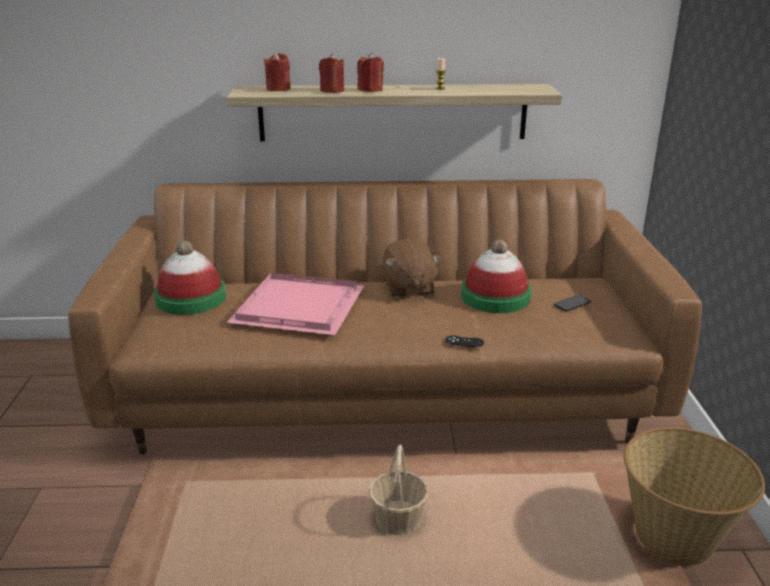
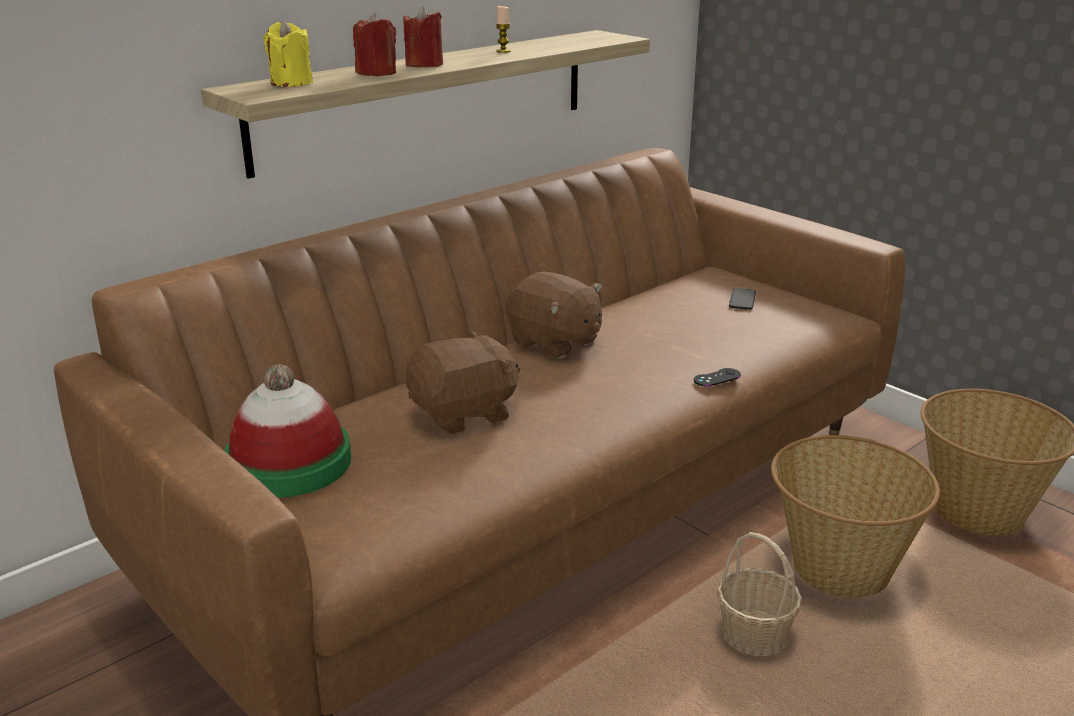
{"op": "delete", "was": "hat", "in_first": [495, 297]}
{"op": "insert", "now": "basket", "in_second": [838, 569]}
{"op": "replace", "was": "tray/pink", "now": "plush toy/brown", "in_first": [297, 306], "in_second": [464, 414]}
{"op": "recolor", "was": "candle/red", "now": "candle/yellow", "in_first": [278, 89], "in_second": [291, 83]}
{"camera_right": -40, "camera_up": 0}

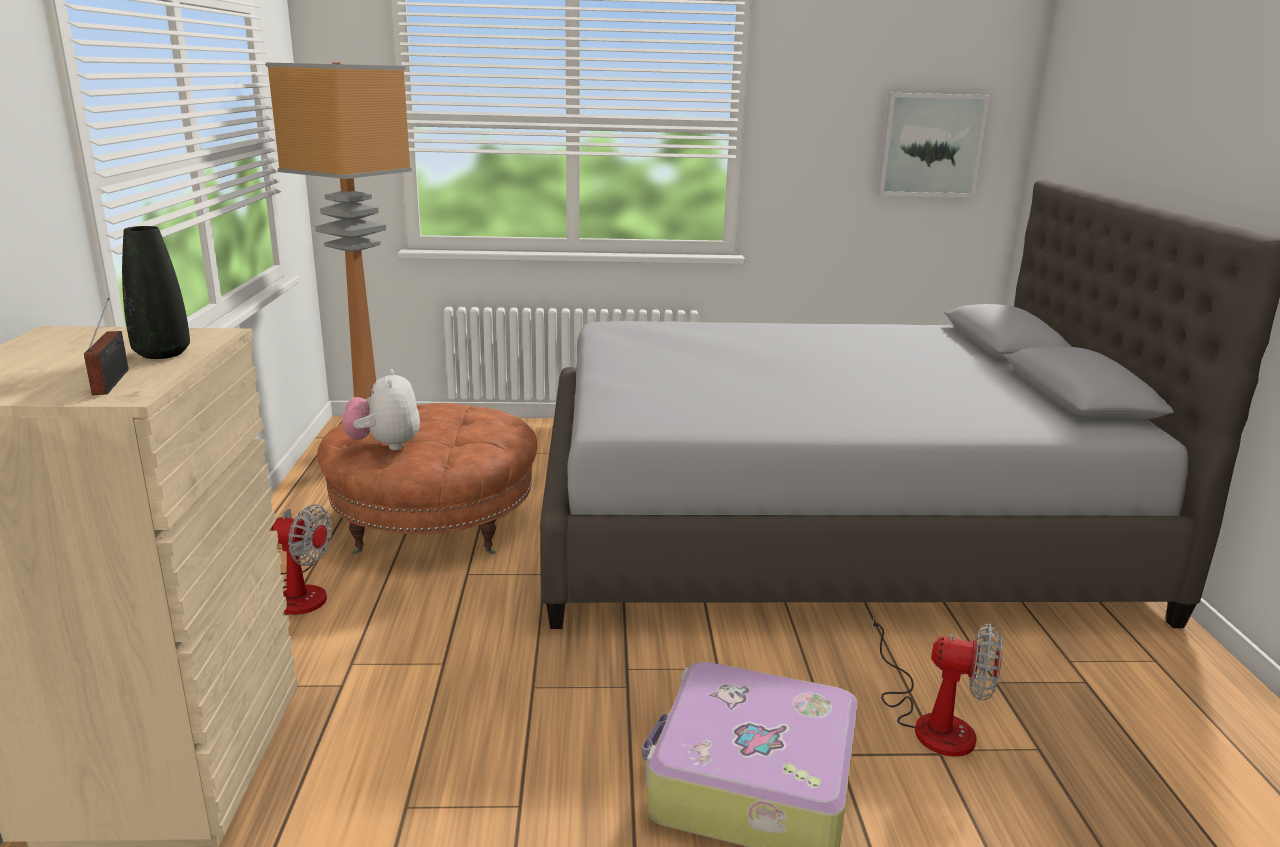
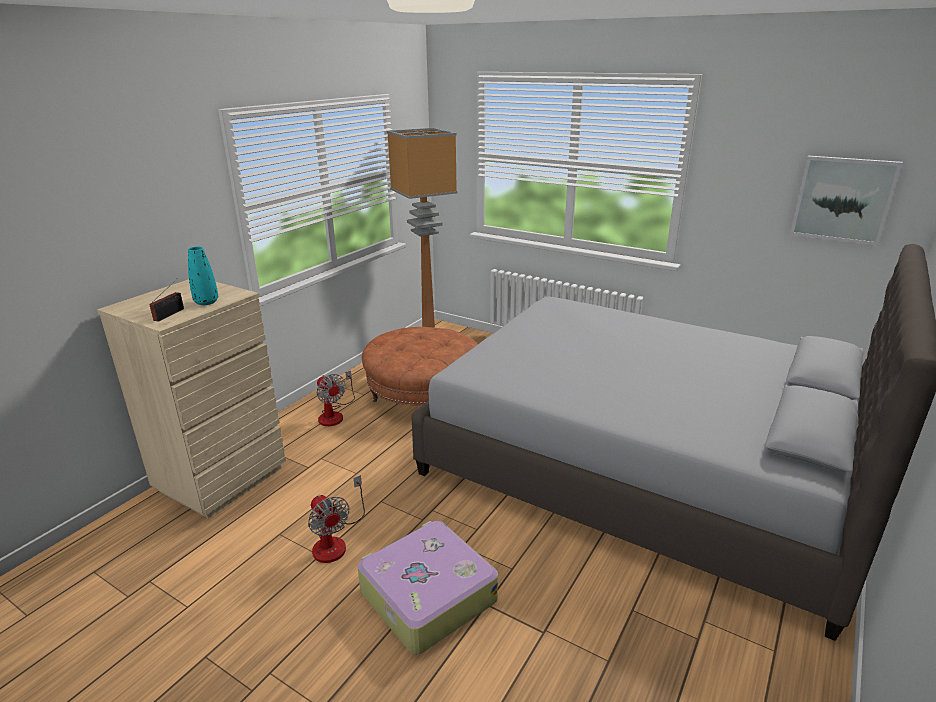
{"op": "delete", "was": "plush toy", "in_first": [385, 445]}
{"op": "move", "was": "fan", "in_first": [931, 721], "in_second": [335, 541]}
{"op": "recolor", "was": "vase/black", "now": "vase/turquoise", "in_first": [162, 354], "in_second": [206, 302]}
{"camera_right": 35, "camera_up": 5}

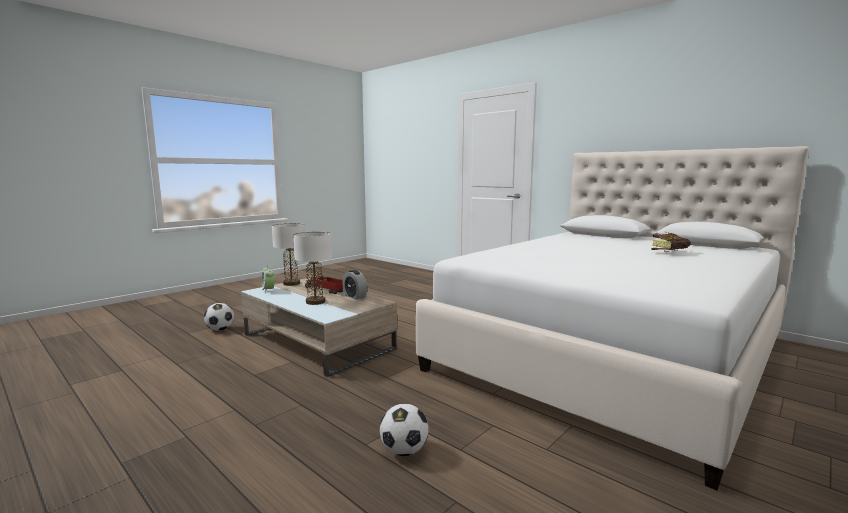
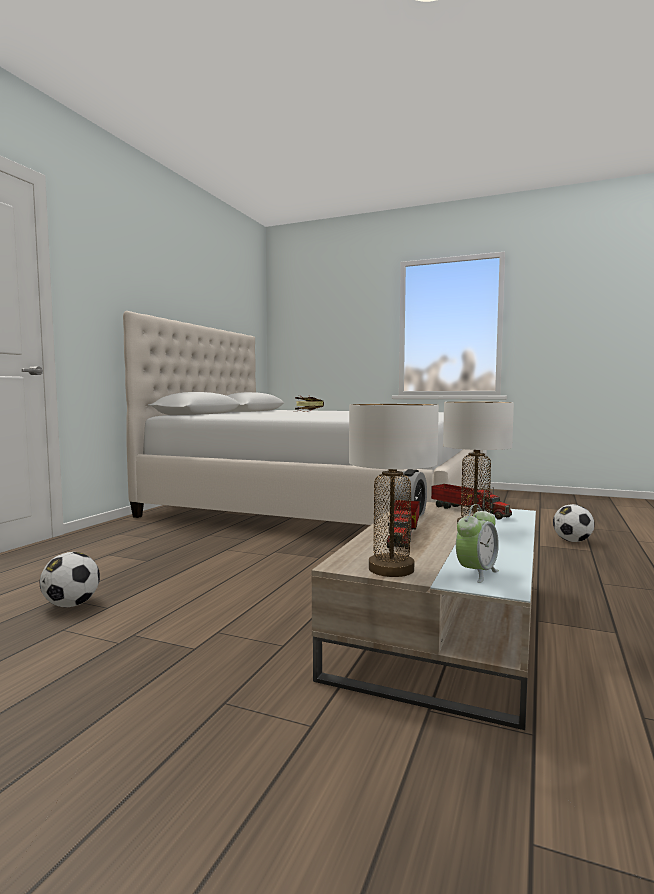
{"op": "insert", "now": "toy truck", "in_second": [468, 511]}
{"op": "move", "was": "football", "in_first": [220, 329], "in_second": [71, 605]}
{"camera_right": -110, "camera_up": -5}

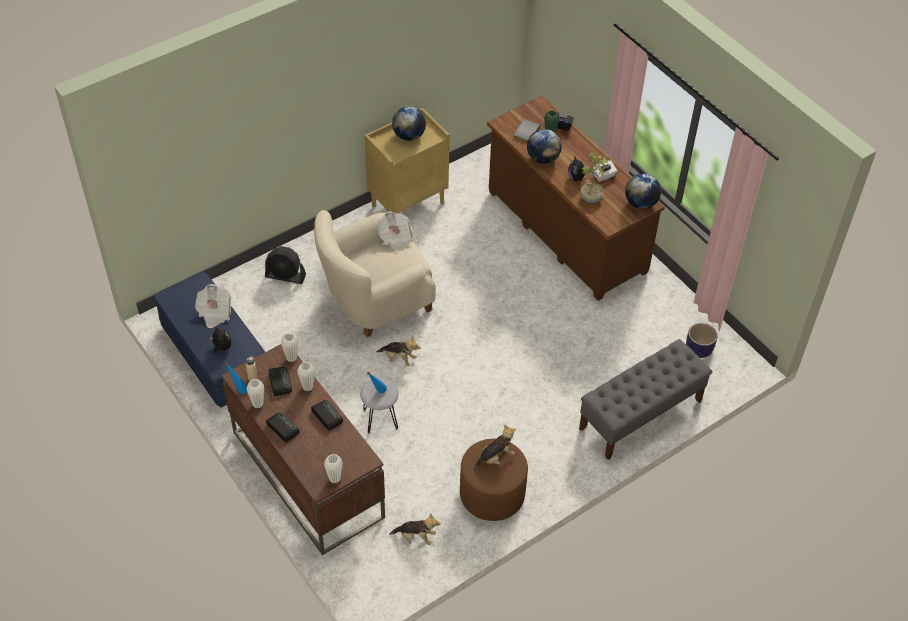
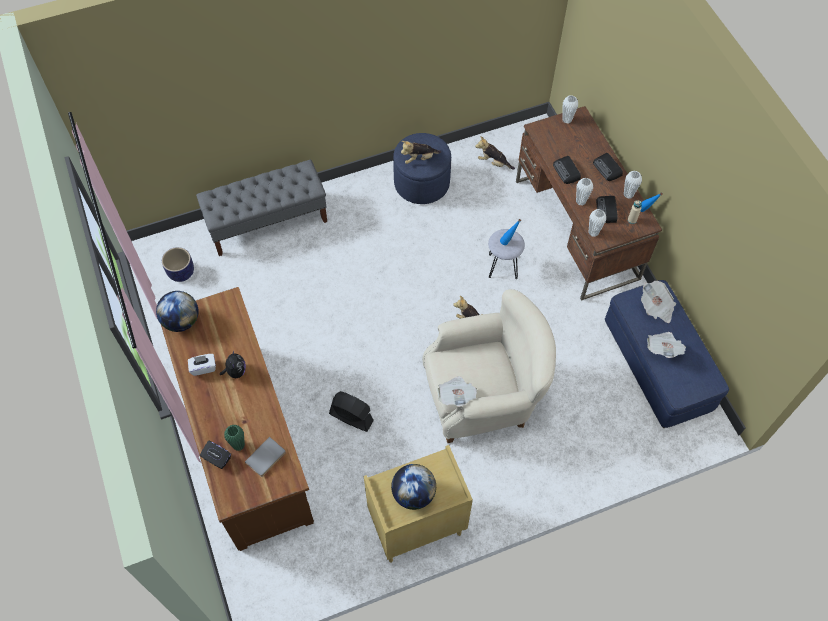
{"op": "delete", "was": "globe", "in_first": [542, 158]}
{"op": "delete", "was": "potted plant", "in_first": [591, 198]}
{"op": "move", "was": "fan/black", "in_first": [285, 276], "in_second": [351, 417]}
{"op": "replace", "was": "plush toy", "now": "newspaper", "in_first": [221, 347], "in_second": [656, 307]}
{"op": "recolor", "was": "ottoman/brown", "now": "ottoman/blue", "in_first": [492, 494], "in_second": [421, 183]}
{"camera_right": -165, "camera_up": 10}

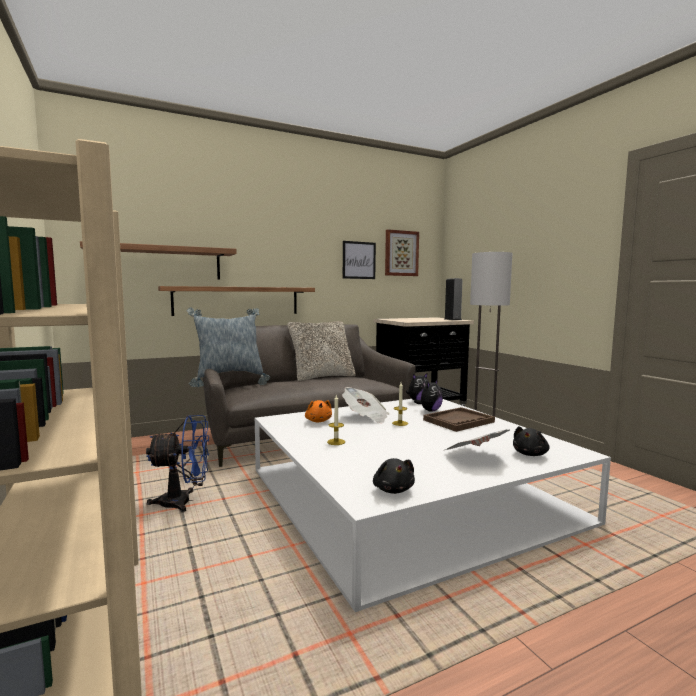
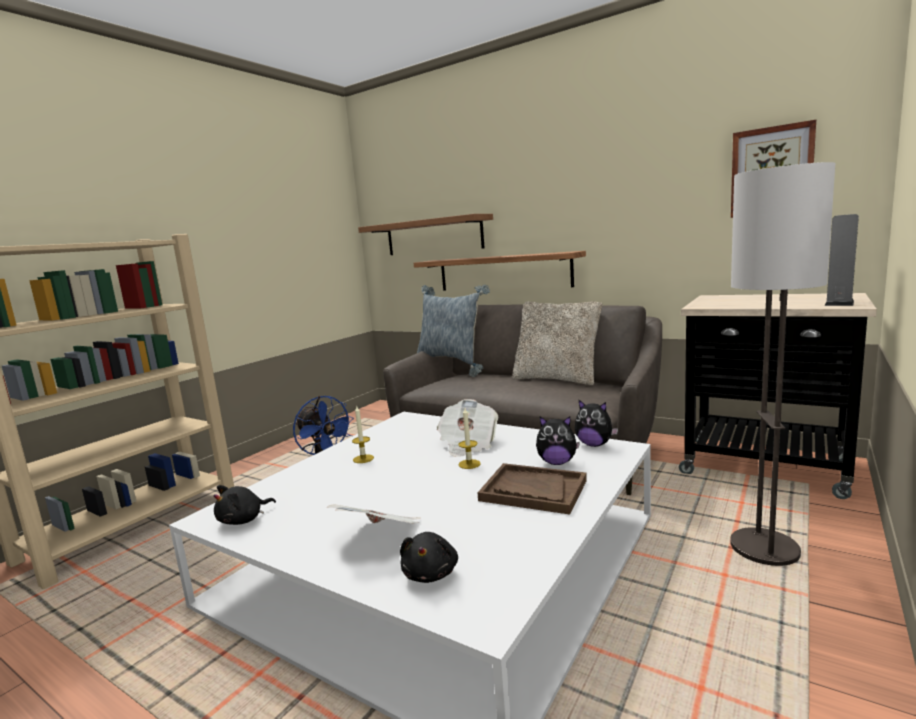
{"op": "delete", "was": "plush toy/orange", "in_first": [318, 421]}
{"op": "delete", "was": "picture", "in_first": [359, 260]}
{"op": "rotate", "was": "plush toy/black", "in_first": [530, 454], "in_second": [431, 573], "clockwise": -90}
{"camera_right": 60, "camera_up": 5}

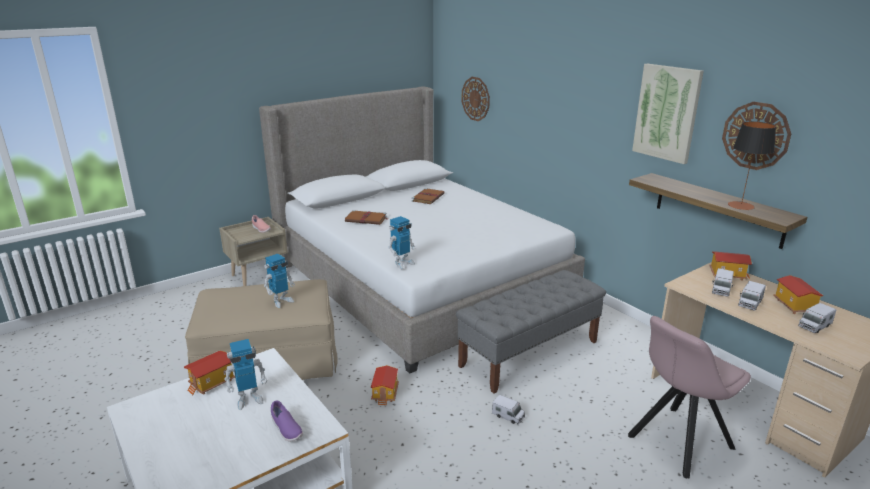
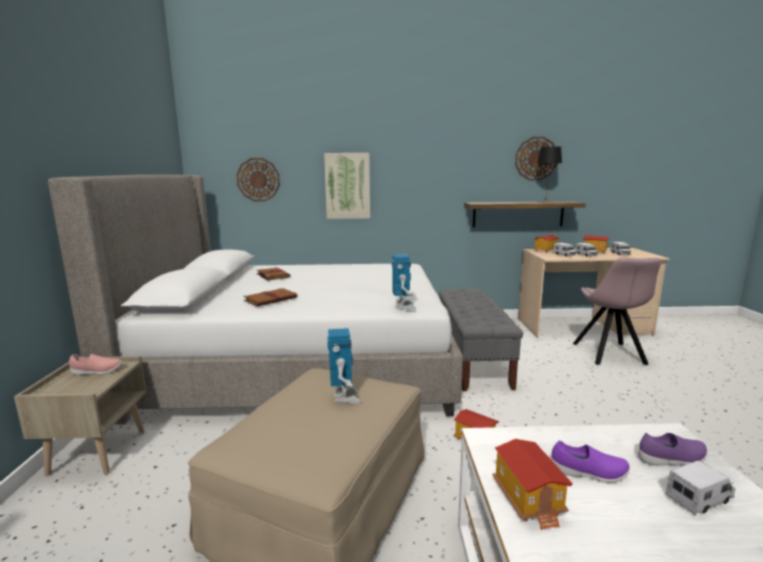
{"op": "move", "was": "toy truck", "in_first": [508, 416], "in_second": [699, 499]}
{"op": "move", "was": "picture", "in_first": [667, 113], "in_second": [347, 186]}
{"op": "replace", "was": "toy robot", "now": "shoe/purple", "in_first": [249, 399], "in_second": [588, 473]}
{"camera_right": -55, "camera_up": -10}

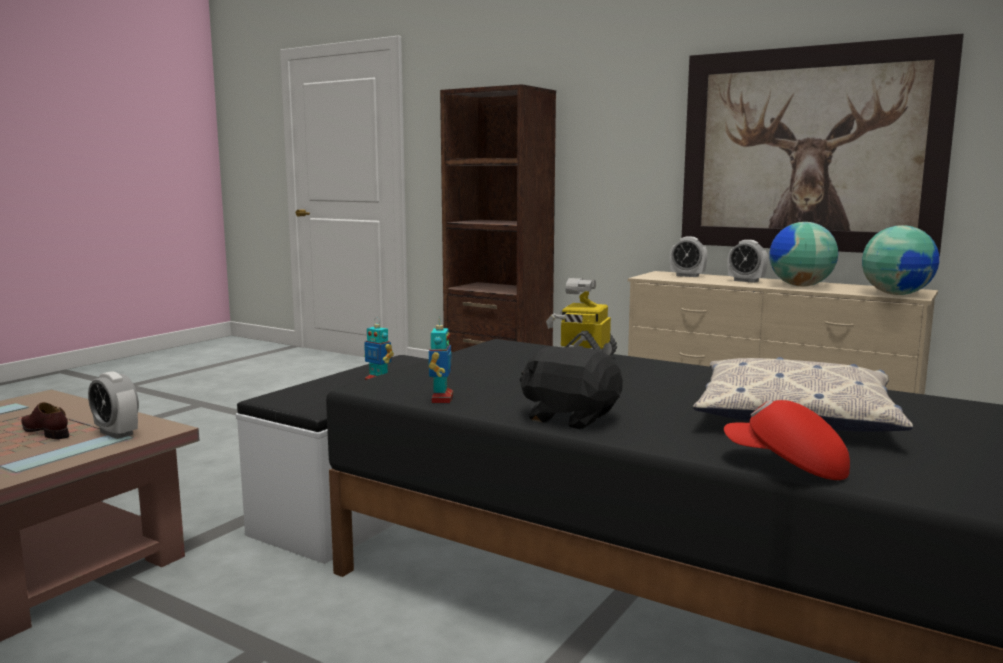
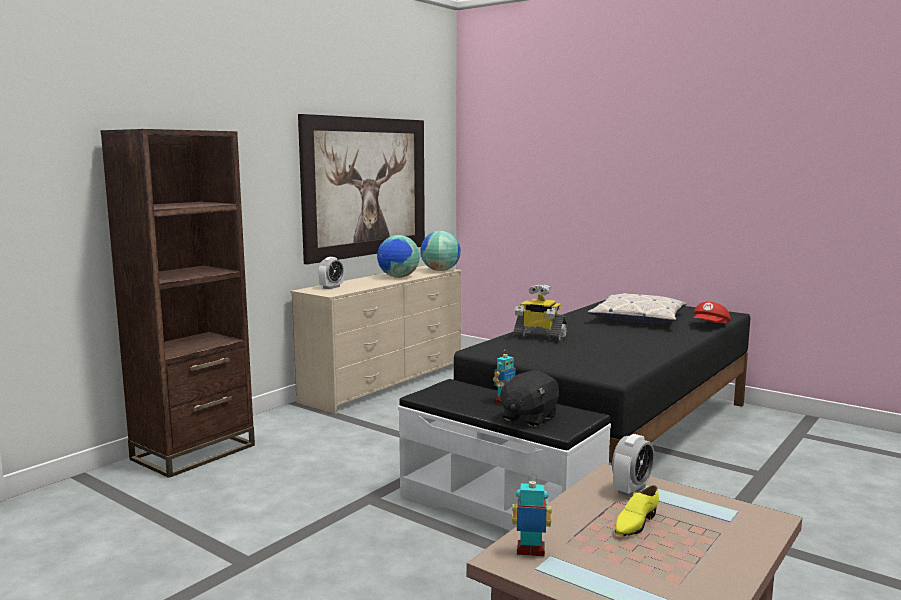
{"op": "delete", "was": "alarm clock", "in_first": [746, 281]}
{"op": "move", "was": "toy robot", "in_first": [441, 399], "in_second": [530, 551]}
{"op": "move", "was": "plush toy/black", "in_first": [570, 417], "in_second": [528, 418]}
{"op": "recolor", "was": "shoe/brown", "now": "shoe/yellow", "in_first": [46, 432], "in_second": [635, 523]}
{"camera_right": -85, "camera_up": 0}

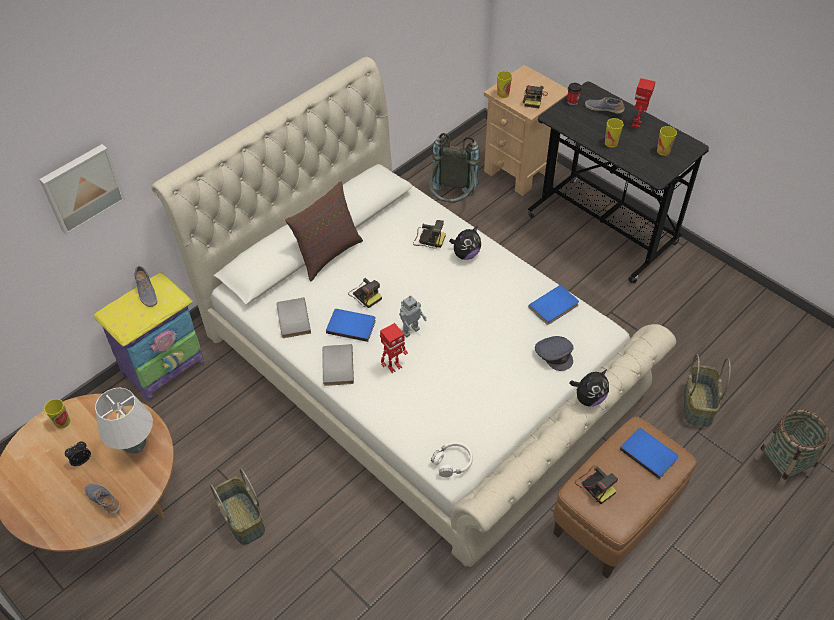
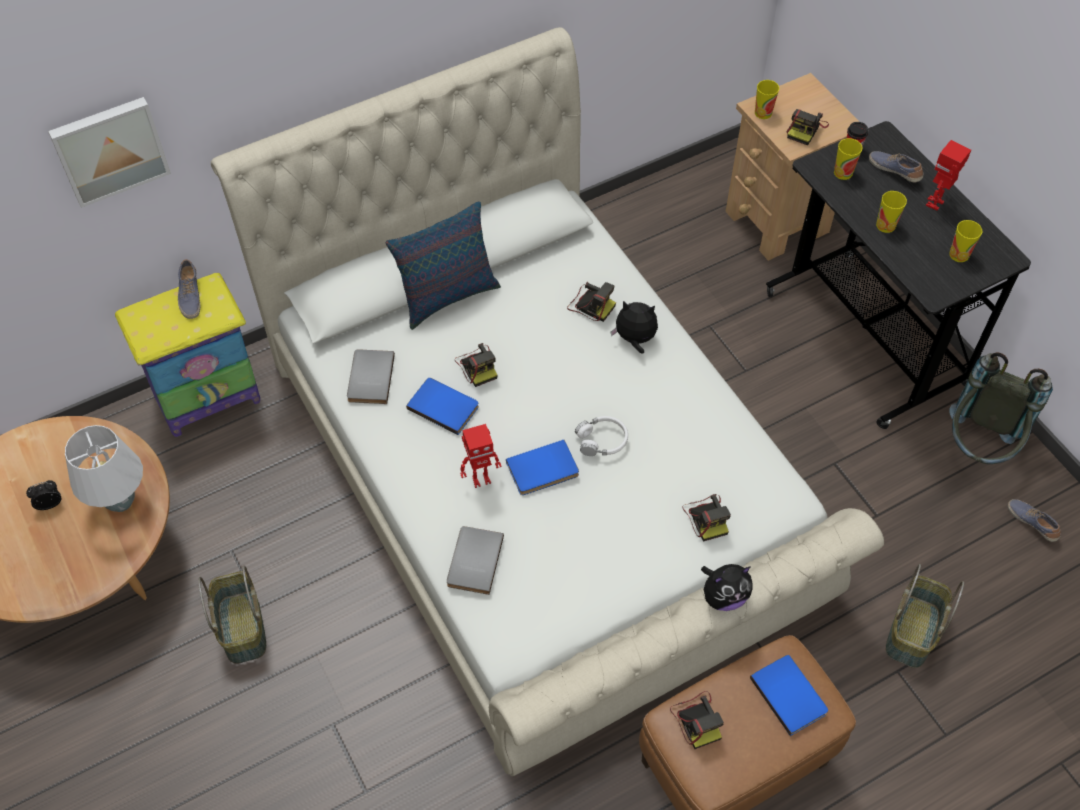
{"op": "delete", "was": "toy robot", "in_first": [410, 330]}
{"op": "delete", "was": "basket", "in_first": [783, 466]}
{"op": "move", "was": "cup", "in_first": [62, 422], "in_second": [843, 173]}
{"op": "move", "was": "shoe", "in_first": [104, 500], "in_second": [1032, 522]}
{"op": "move", "was": "book/grey", "in_first": [336, 366], "in_second": [473, 561]}
{"op": "move", "was": "backpack/grey", "in_first": [451, 201], "in_second": [978, 448]}
{"op": "move", "was": "headphones/white", "in_first": [452, 462], "in_second": [602, 440]}
{"op": "move", "was": "book/blue", "in_first": [554, 307], "in_second": [543, 471]}
{"op": "replace", "was": "cap/grey", "now": "photo camera", "in_first": [554, 355], "in_second": [706, 517]}
{"op": "recolor", "was": "pillow/brown", "now": "pillow/blue", "in_first": [329, 255], "in_second": [448, 297]}
{"op": "rotate", "was": "plush toy", "in_first": [465, 254], "in_second": [635, 339], "clockwise": -150}
{"camera_right": 15, "camera_up": 5}

